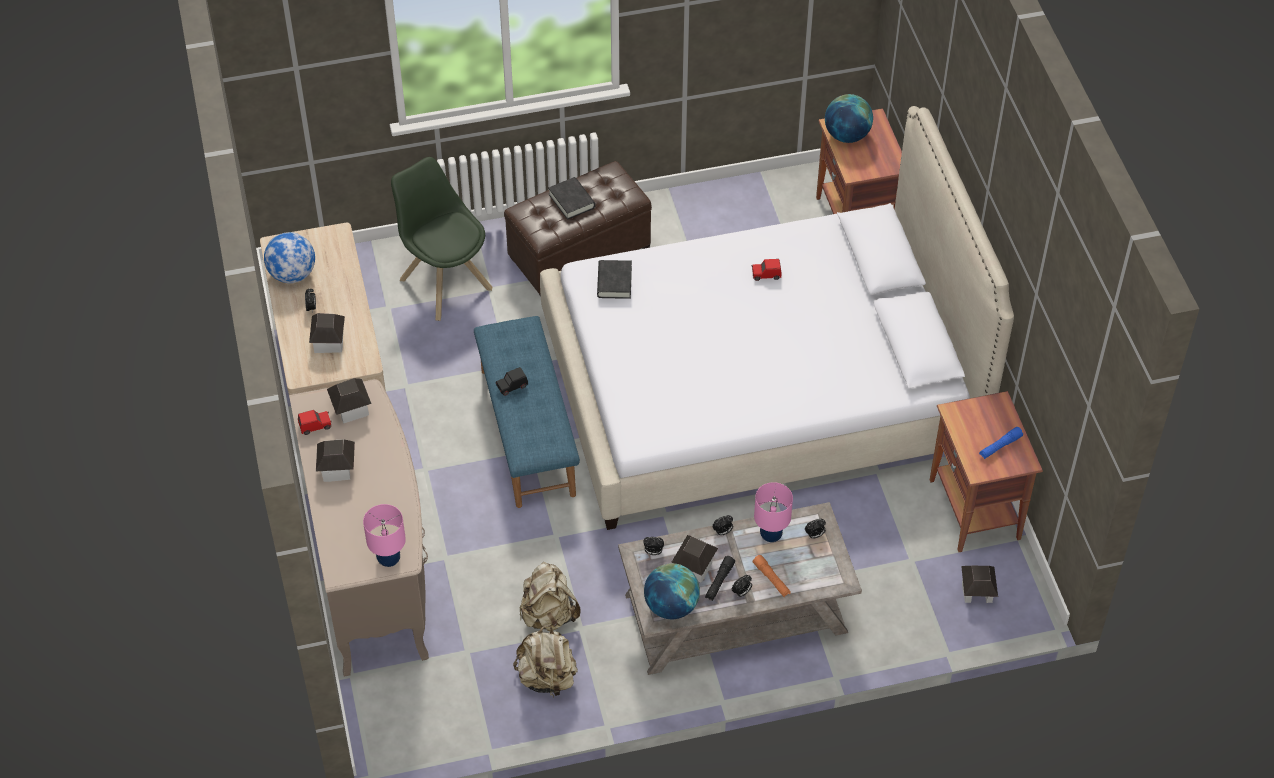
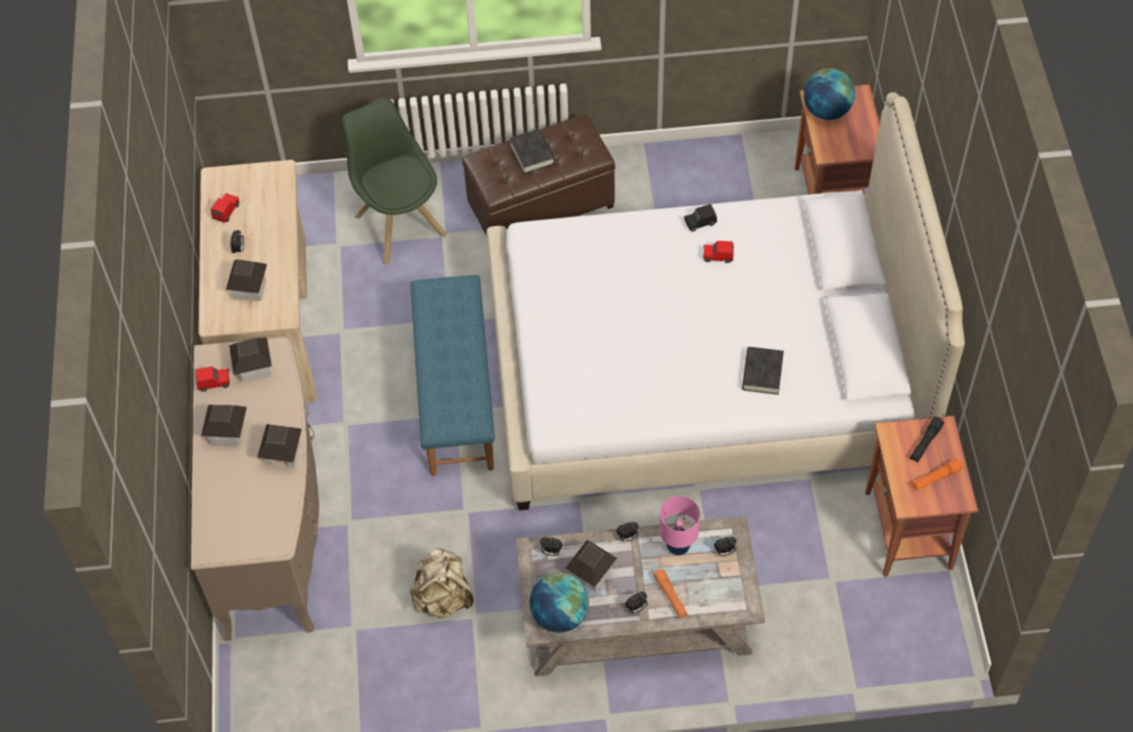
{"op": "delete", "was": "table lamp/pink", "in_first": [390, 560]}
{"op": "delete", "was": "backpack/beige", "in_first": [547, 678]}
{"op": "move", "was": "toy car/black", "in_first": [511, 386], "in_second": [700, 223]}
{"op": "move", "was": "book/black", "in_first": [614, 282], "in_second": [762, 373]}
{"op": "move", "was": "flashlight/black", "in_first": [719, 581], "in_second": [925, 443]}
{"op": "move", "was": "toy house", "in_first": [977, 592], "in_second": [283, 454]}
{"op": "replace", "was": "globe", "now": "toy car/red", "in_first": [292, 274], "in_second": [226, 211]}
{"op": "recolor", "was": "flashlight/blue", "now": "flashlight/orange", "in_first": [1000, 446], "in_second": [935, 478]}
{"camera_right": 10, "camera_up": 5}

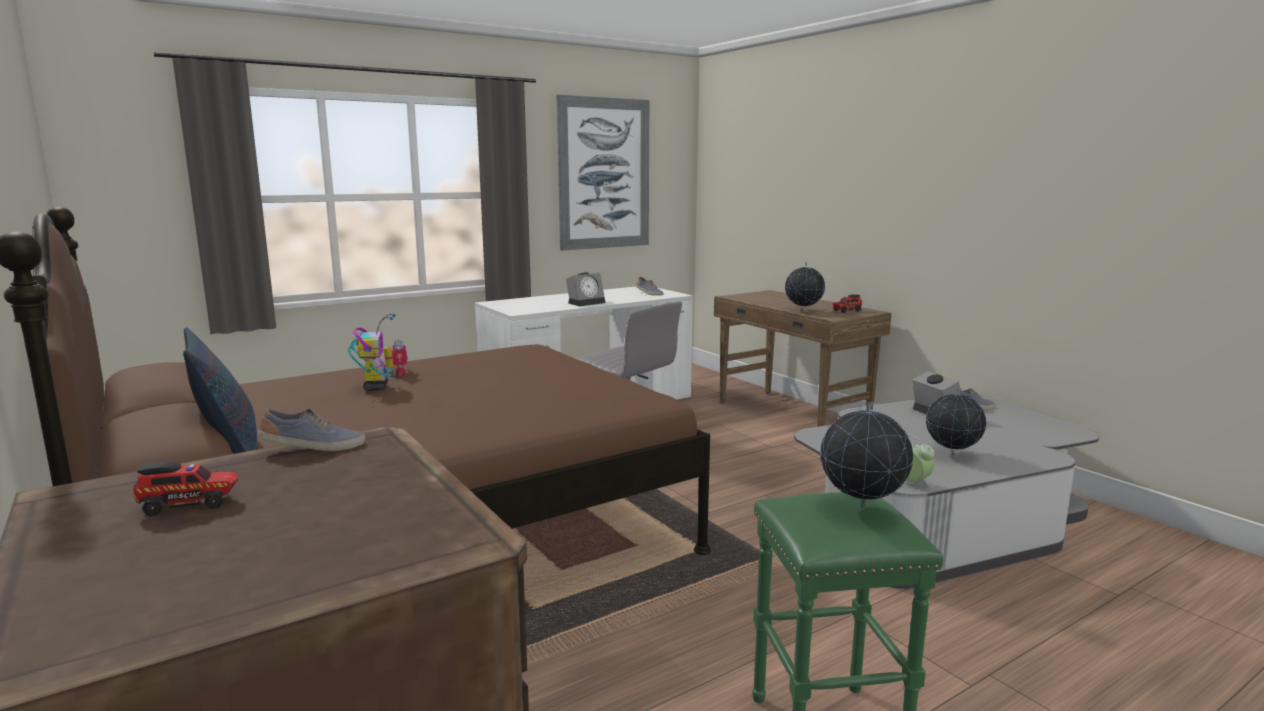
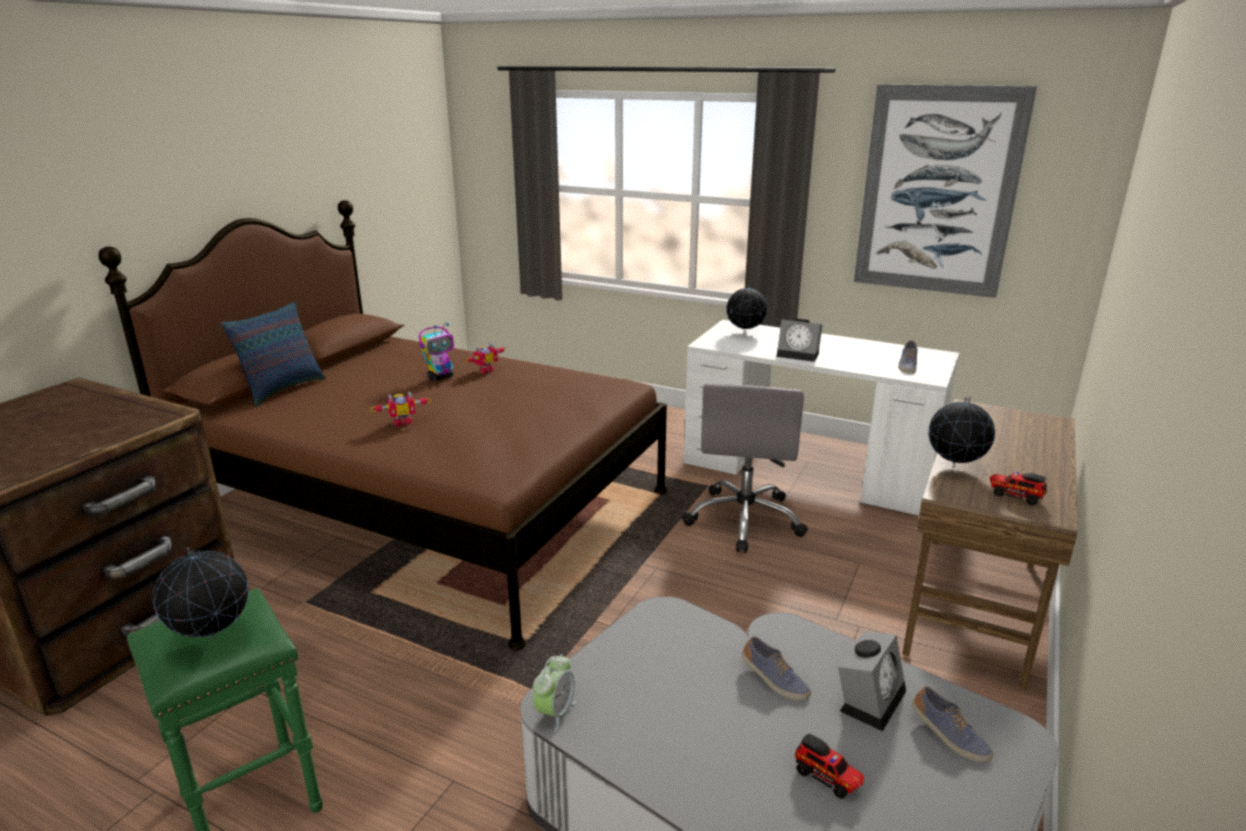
{"op": "insert", "now": "toy robot", "in_second": [402, 422]}
{"op": "move", "was": "toy truck", "in_first": [191, 505], "in_second": [828, 778]}
{"op": "move", "was": "shoe", "in_first": [313, 448], "in_second": [774, 680]}
{"op": "move", "was": "globe", "in_first": [951, 455], "in_second": [745, 333]}
{"camera_right": 60, "camera_up": 10}

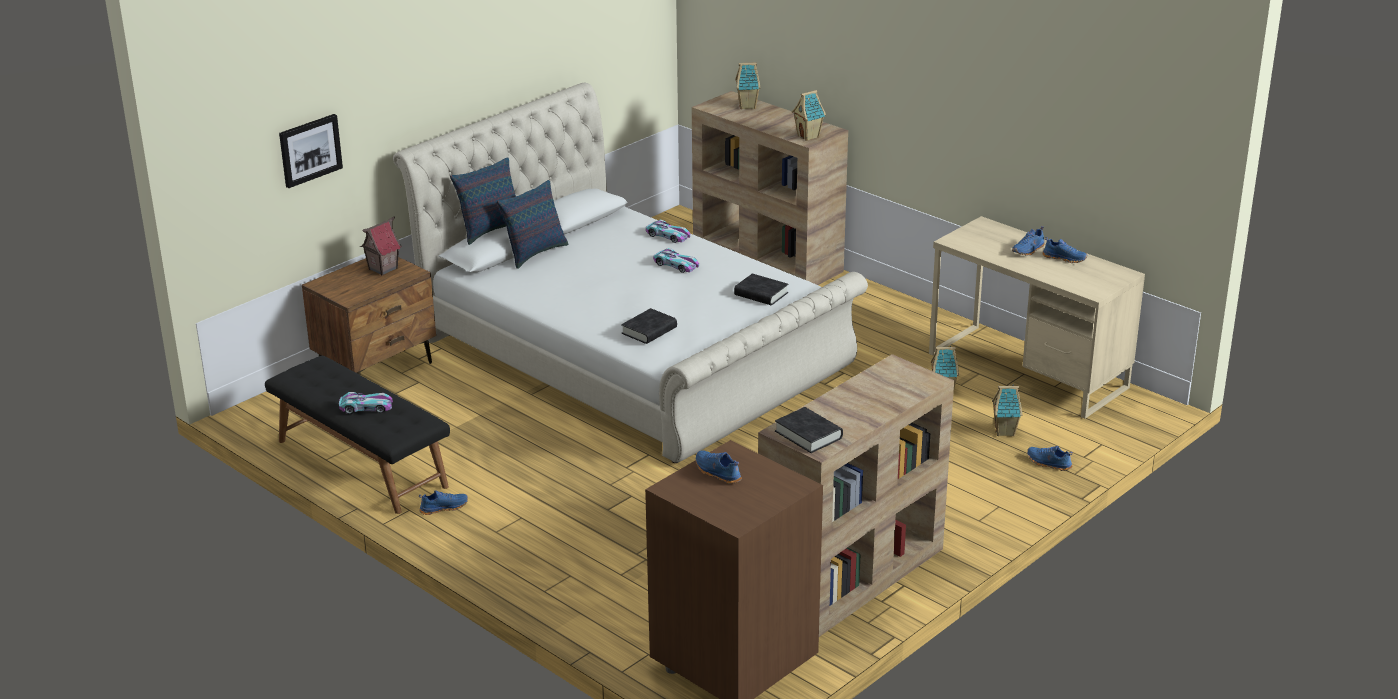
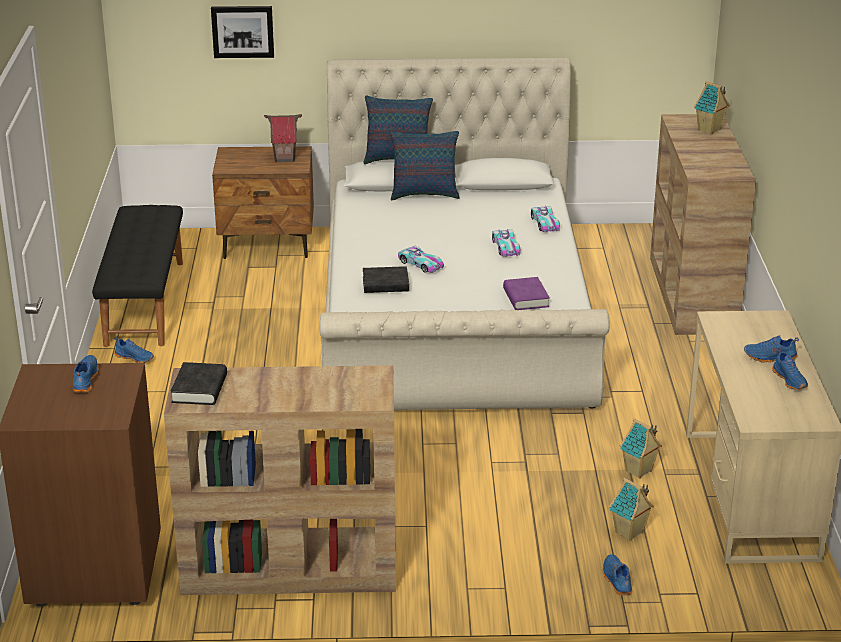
{"op": "delete", "was": "toy house", "in_first": [809, 136]}
{"op": "move", "was": "toy car", "in_first": [366, 407], "in_second": [420, 264]}
{"op": "recolor", "was": "book/black", "now": "book/purple", "in_first": [761, 294], "in_second": [525, 298]}
{"camera_right": 45, "camera_up": 0}

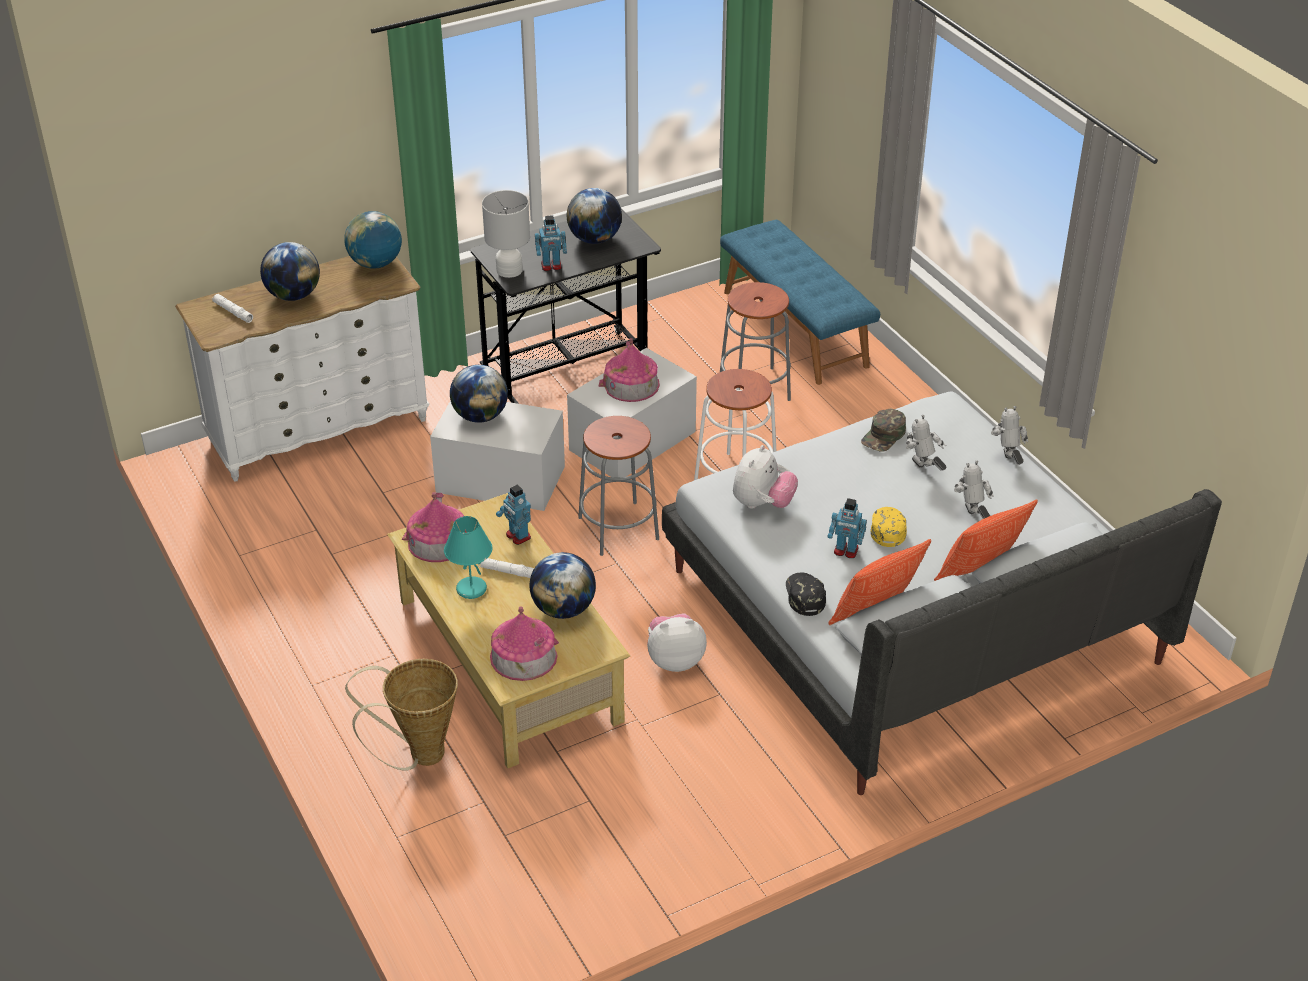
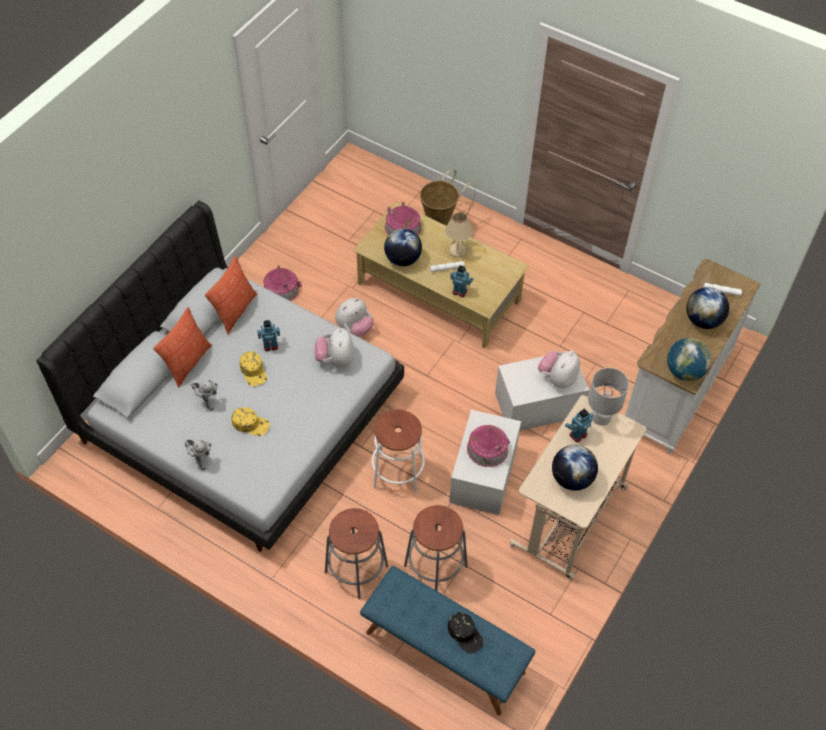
{"op": "delete", "was": "cap/green", "in_first": [884, 436]}
{"op": "move", "was": "toy house", "in_first": [438, 541], "in_second": [281, 288]}
{"op": "move", "was": "stool/grey", "in_first": [618, 528], "in_second": [356, 569]}
{"op": "move", "was": "cap/black", "in_first": [804, 595], "in_second": [465, 634]}
{"op": "replace", "was": "globe", "now": "plush toy", "in_first": [480, 416], "in_second": [557, 378]}
{"op": "replace", "was": "toy robot", "now": "cap/yellow", "in_first": [922, 470], "in_second": [250, 424]}
{"op": "recolor", "was": "table lamp/turquoise", "now": "table lamp/beige", "in_first": [470, 589], "in_second": [457, 250]}
{"op": "recolor", "was": "desk/black", "now": "desk/beige", "in_first": [570, 374], "in_second": [568, 517]}
{"camera_right": 150, "camera_up": 15}

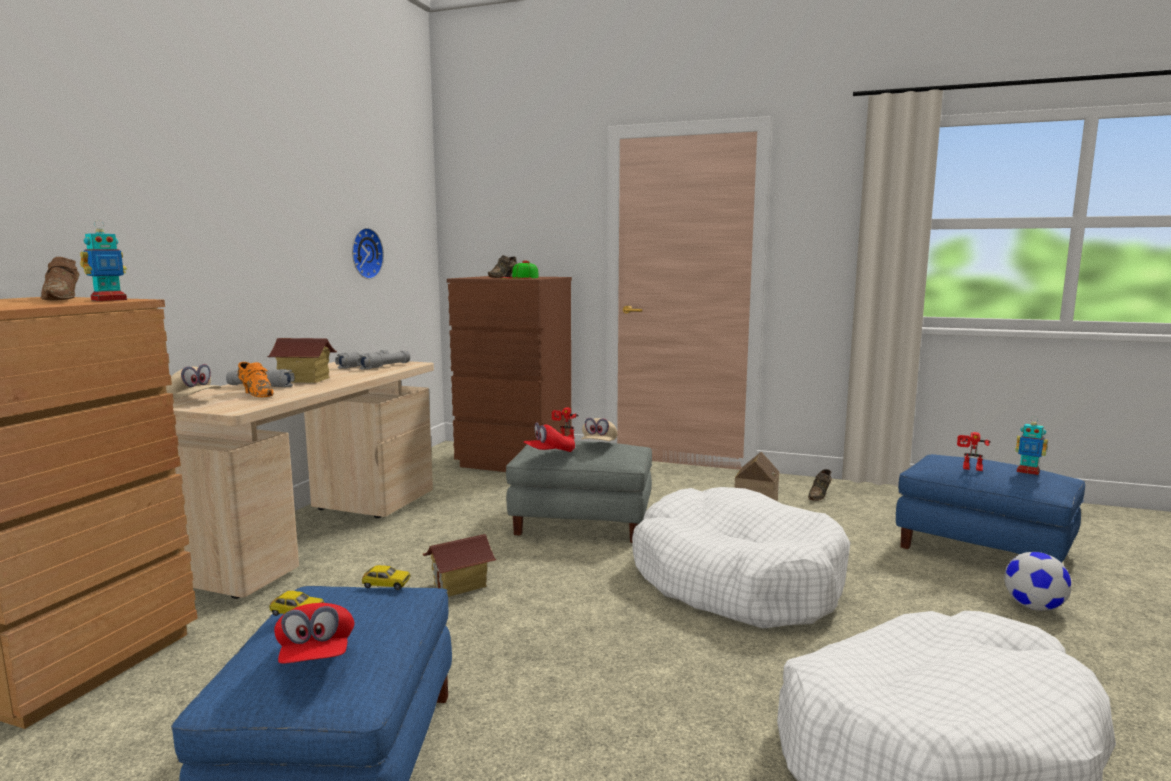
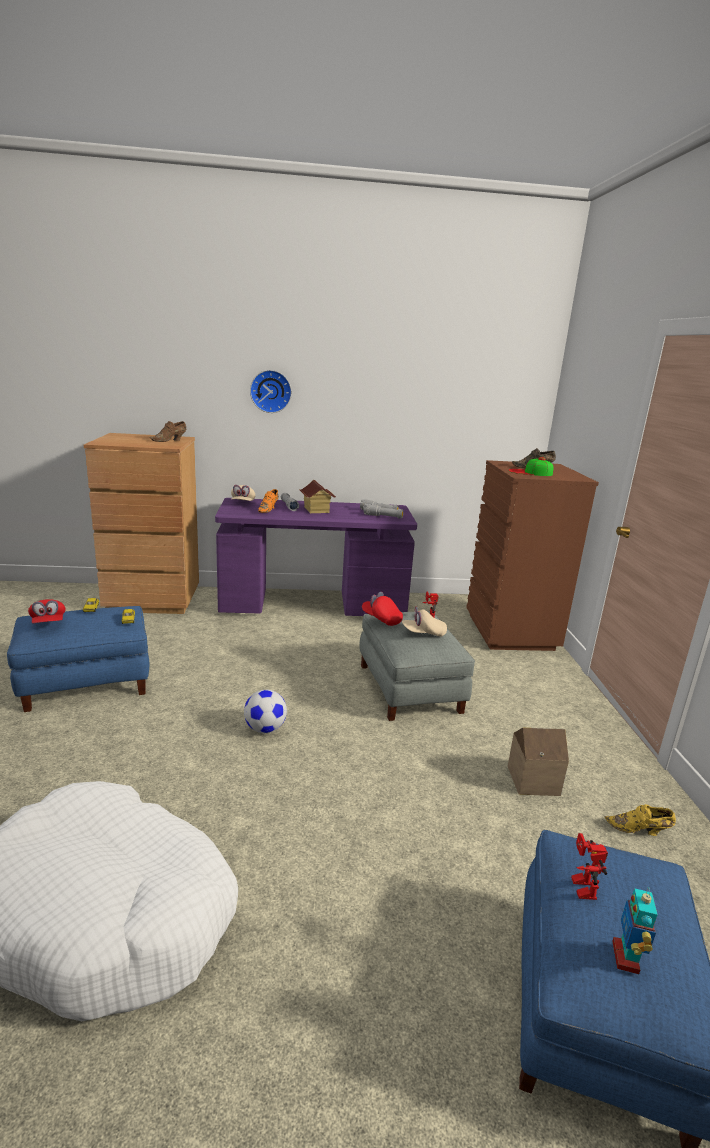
{"op": "delete", "was": "toy robot", "in_first": [108, 300]}
{"op": "delete", "was": "toy house", "in_first": [460, 585]}
{"op": "delete", "was": "dog bed/white", "in_first": [736, 580]}
{"op": "move", "was": "wall clock", "in_first": [364, 253], "in_second": [271, 391]}
{"op": "move", "was": "football", "in_first": [1034, 607], "in_second": [265, 729]}
{"op": "recolor", "was": "desk/beige", "now": "desk/purple", "in_first": [316, 532], "in_second": [313, 605]}
{"op": "recolor", "was": "shoe/brown", "now": "shoe/yellow", "in_first": [820, 495], "in_second": [639, 830]}
{"op": "rotate", "was": "cap/red", "in_first": [316, 656], "in_second": [48, 623], "clockwise": -75}
{"camera_right": 65, "camera_up": 10}

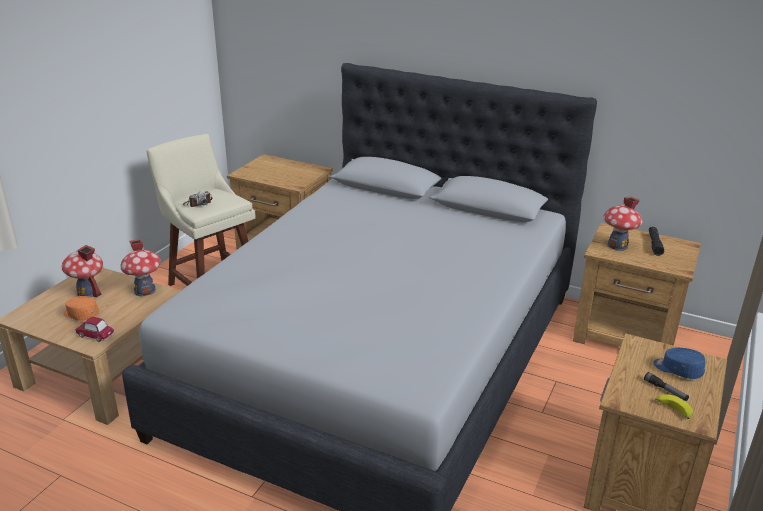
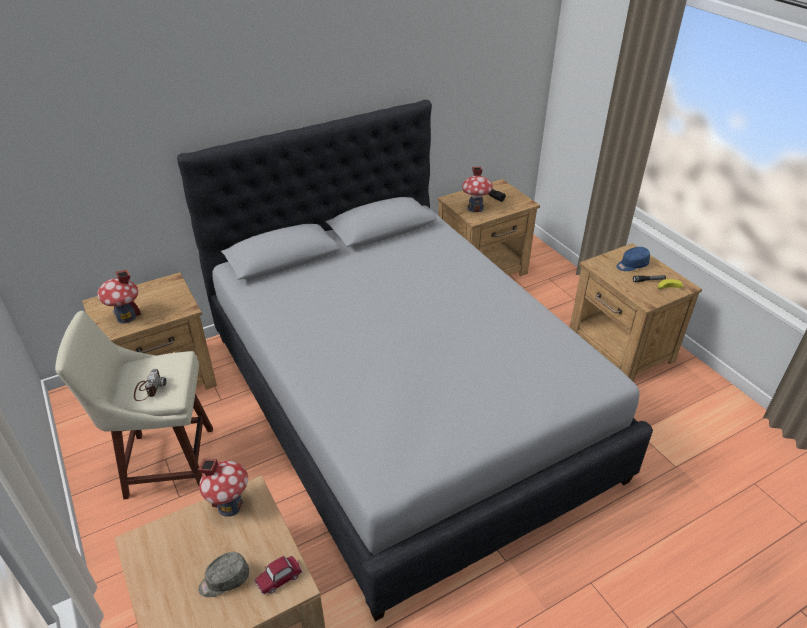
{"op": "move", "was": "toy house", "in_first": [88, 292], "in_second": [126, 317]}
{"op": "recolor", "was": "cap/orange", "now": "cap/grey", "in_first": [80, 315], "in_second": [224, 580]}
{"camera_right": -55, "camera_up": 10}

